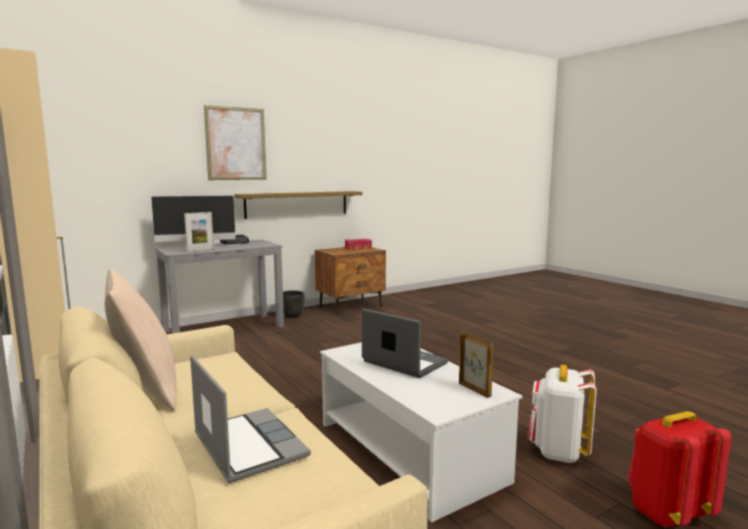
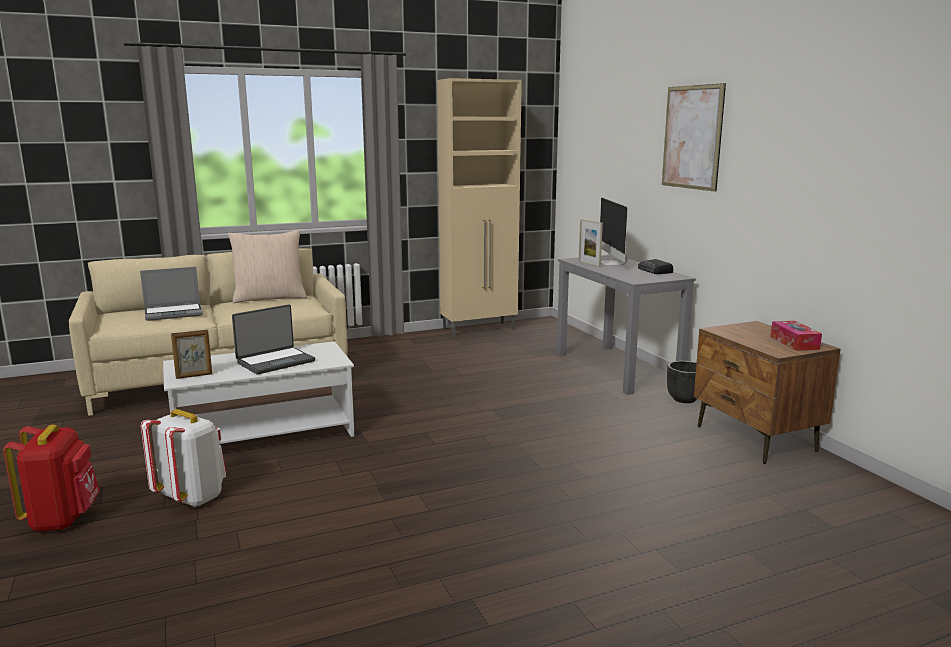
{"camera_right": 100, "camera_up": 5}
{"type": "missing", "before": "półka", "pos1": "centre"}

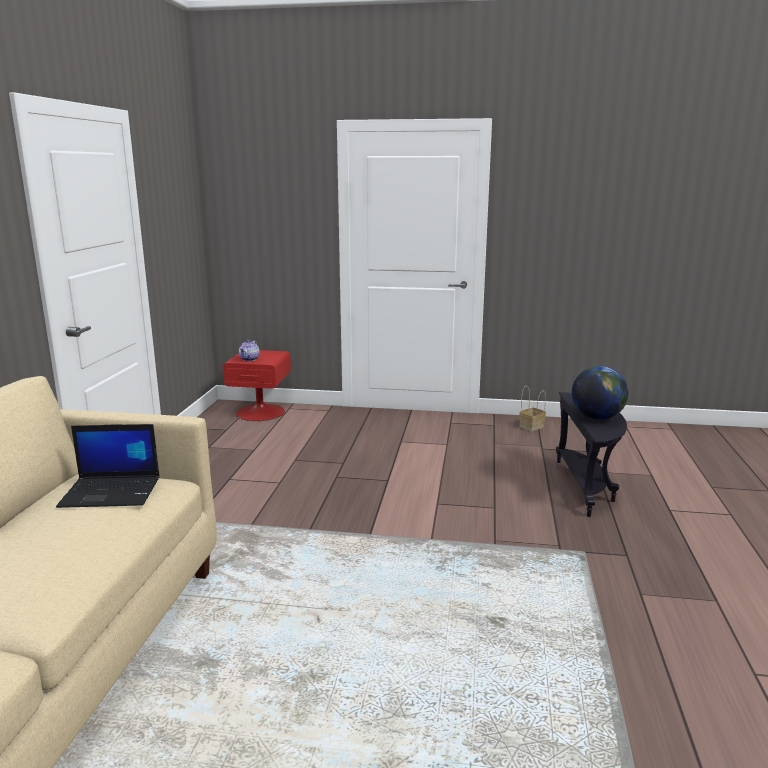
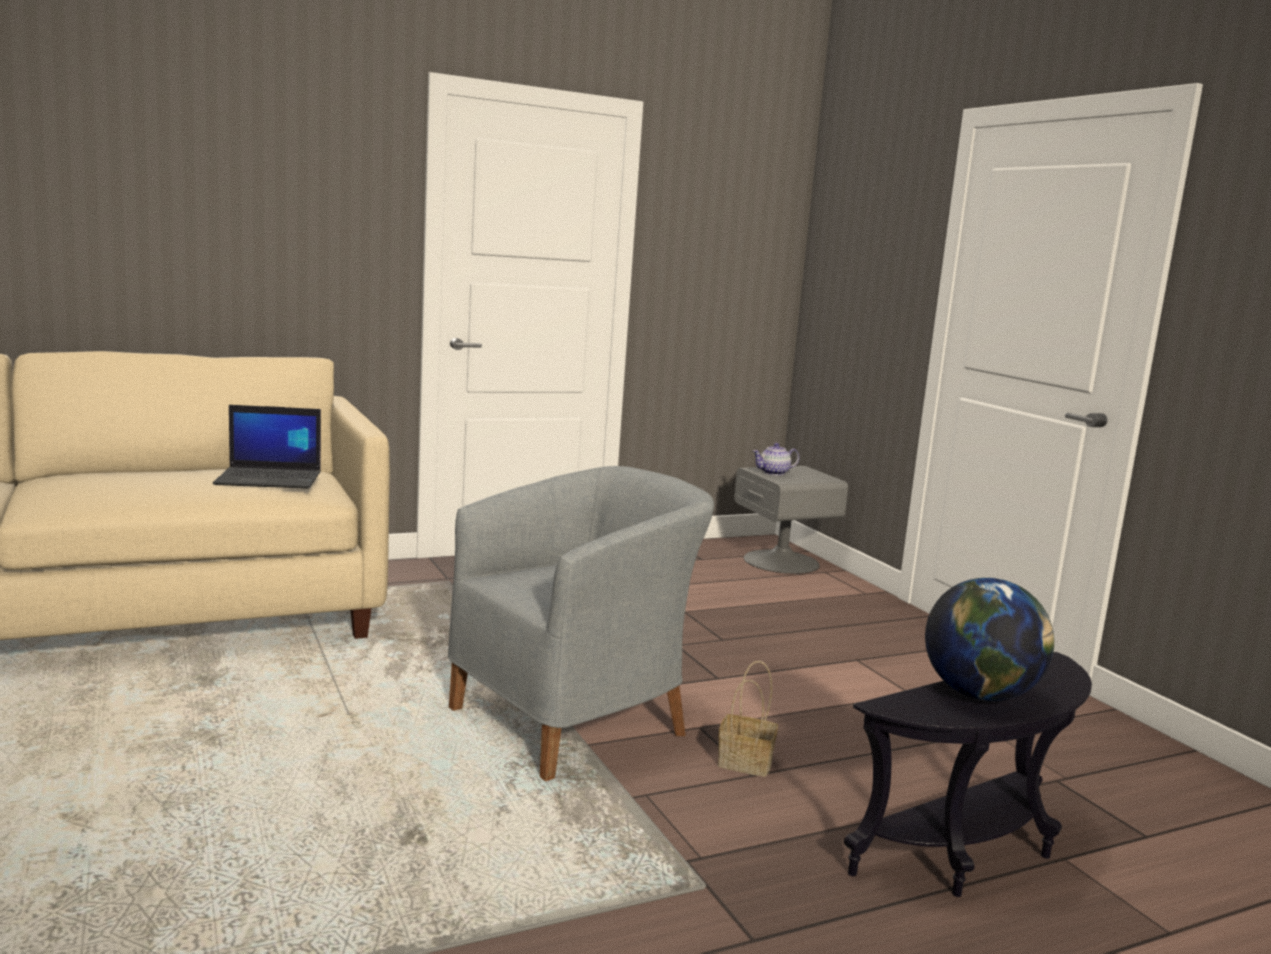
{"camera_right": 55, "camera_up": -5}
{"type": "colour", "before": "szafka nocna [czerwony]", "after": "szafka nocna [szary]", "pos1": "centre", "pos2": "centre"}
{"type": "relocated", "before": "koszyk", "pos1": "middle right", "pos2": "bottom centre"}
{"type": "spun", "before": "laptop", "pos1": "middle left", "pos2": "middle left", "turn": -60}
{"type": "appeared", "after": "fotel [szary]", "pos2": "centre"}

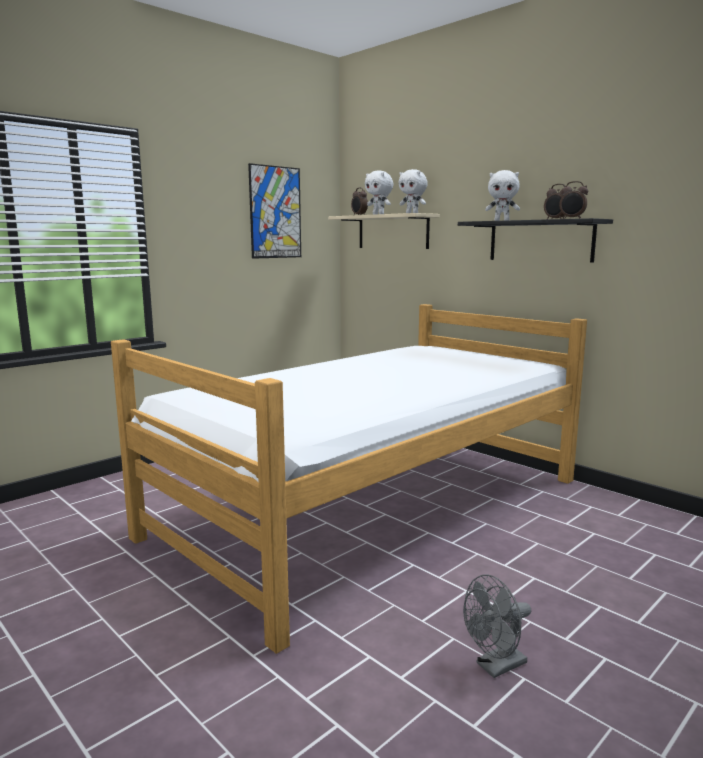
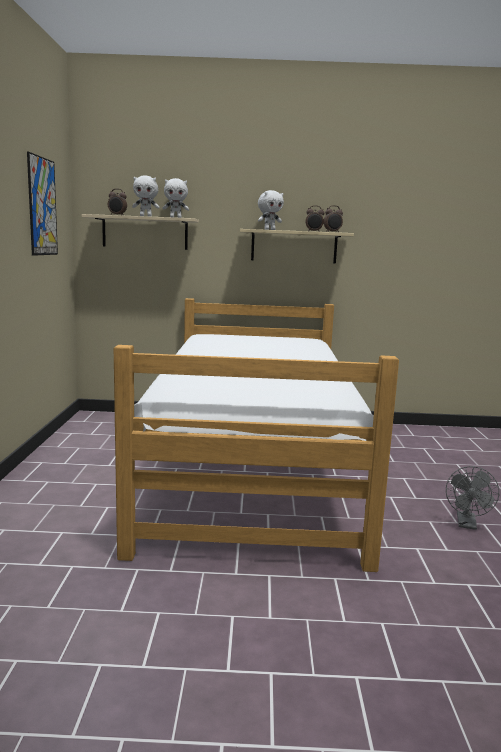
{"camera_right": -45, "camera_up": 0}
{"type": "colour", "before": "półka [czarny]", "after": "półka [beżowy] (no. 2 from left)", "pos1": "top right", "pos2": "top centre"}

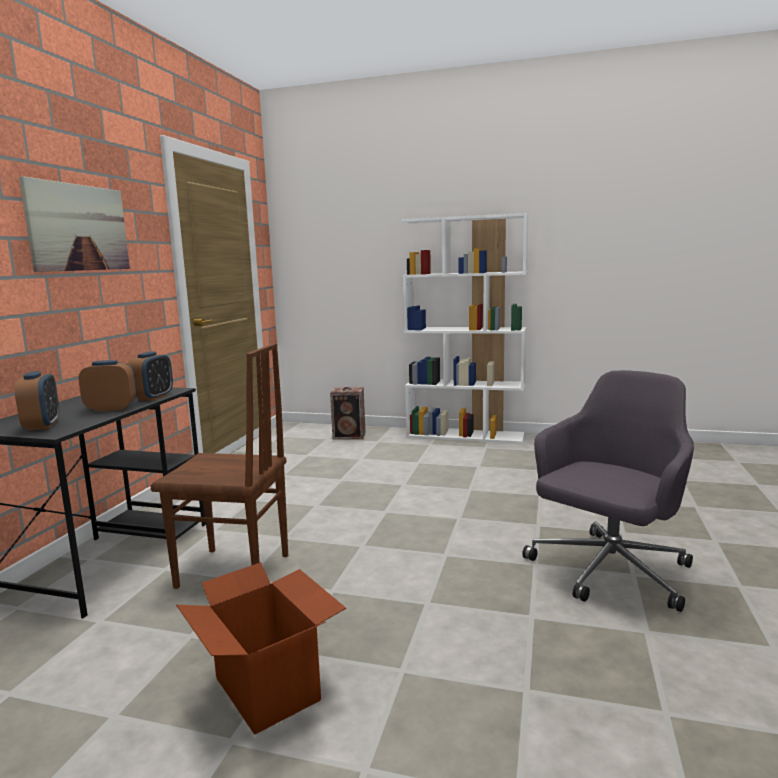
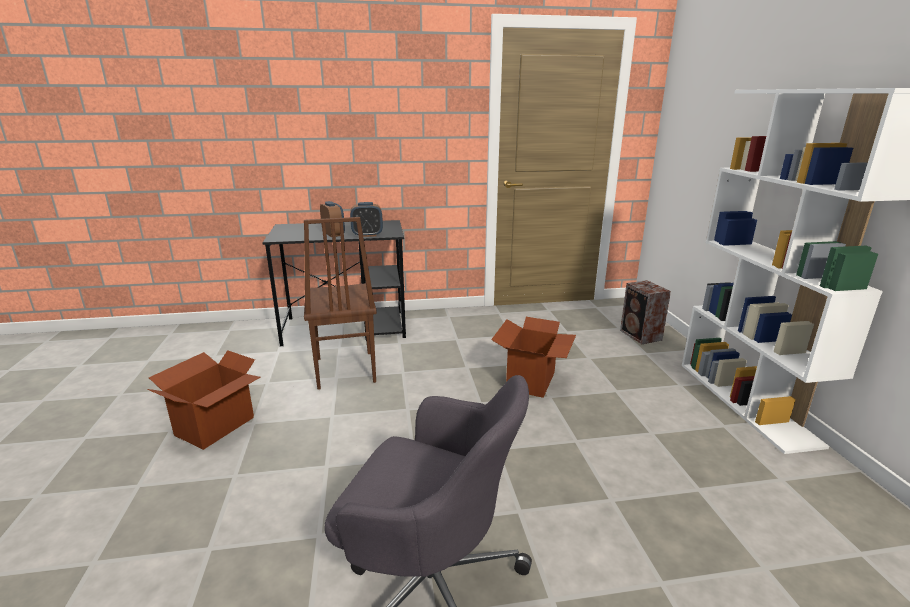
{"camera_right": 65, "camera_up": 10}
{"type": "missing", "before": "obraz", "pos1": "top left"}
{"type": "missing", "before": "budzik (no. 1 from left)", "pos1": "middle left"}
{"type": "appeared", "after": "karton (no. 2 from left)", "pos2": "centre"}

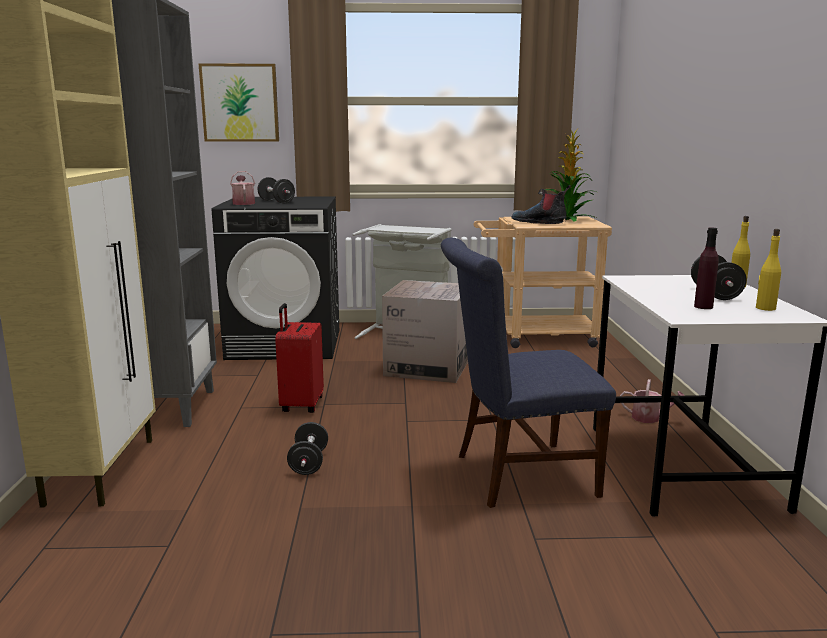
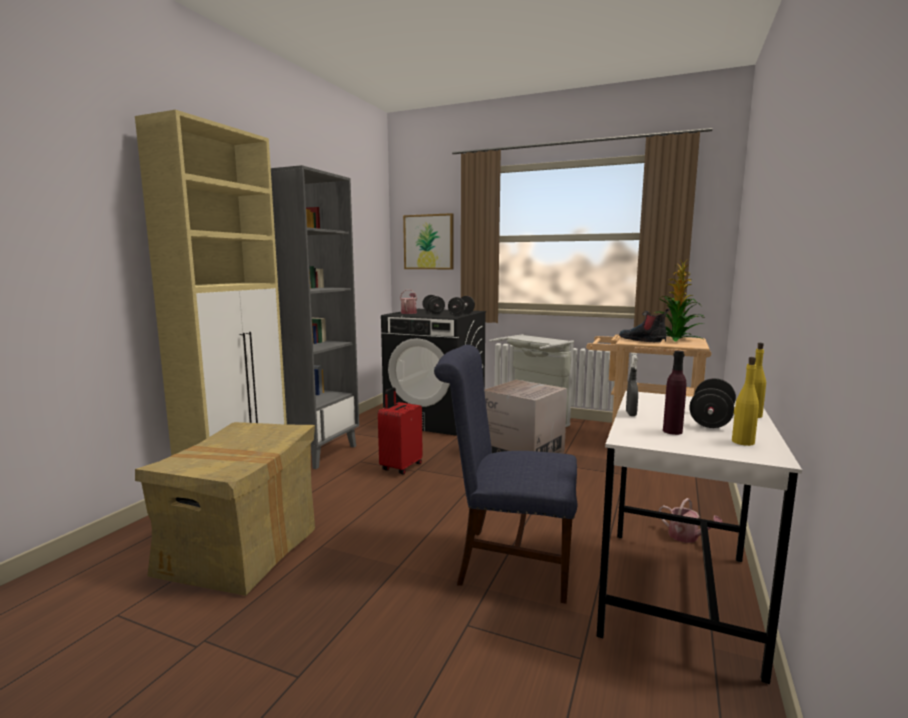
{"camera_right": 25, "camera_up": -5}
{"type": "relocated", "before": "hantel [czarny] (no. 2 from left)", "pos1": "bottom centre", "pos2": "centre"}
{"type": "appeared", "after": "spryskiwacz [szary]", "pos2": "middle right"}
{"type": "appeared", "after": "karton (no. 1 from left)", "pos2": "bottom left"}

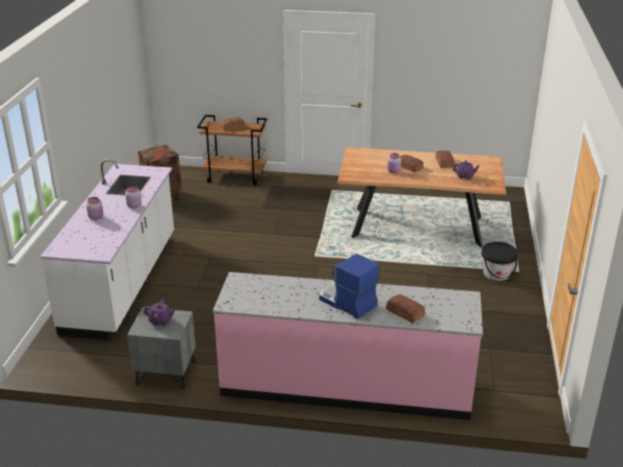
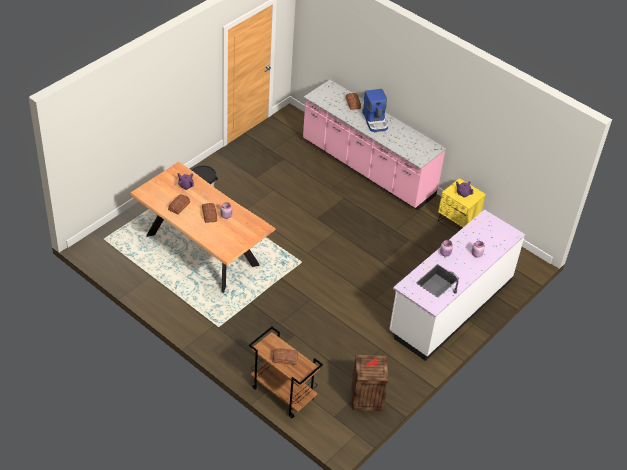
{"camera_right": -150, "camera_up": 15}
{"type": "colour", "before": "szafka nocna [szary]", "after": "szafka nocna [żółty]", "pos1": "bottom left", "pos2": "middle right"}

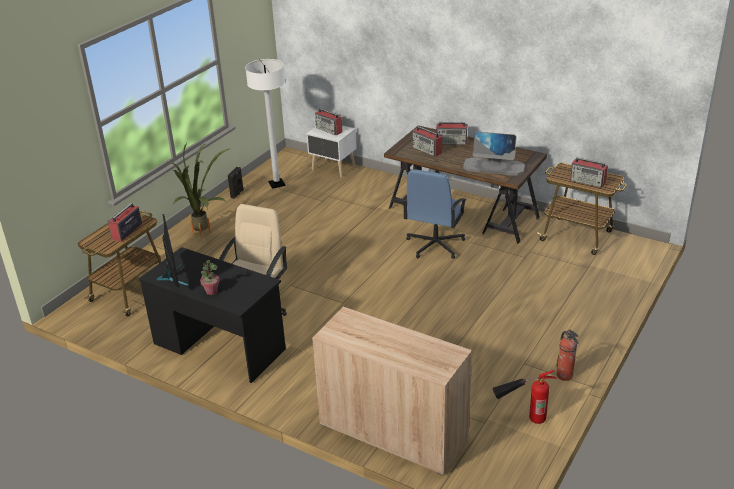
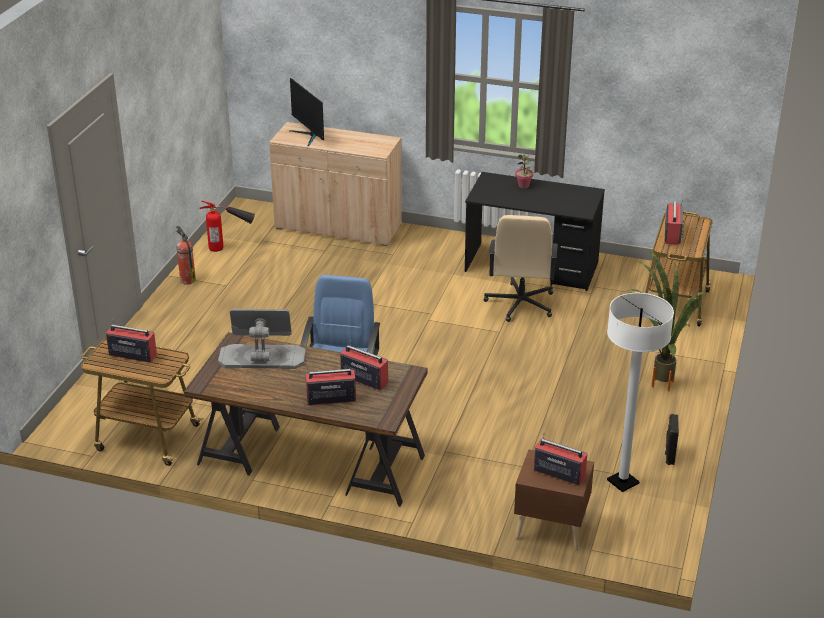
{"camera_right": 165, "camera_up": 0}
{"type": "colour", "before": "szafka nocna [biały]", "after": "szafka nocna [brązowy]", "pos1": "top centre", "pos2": "bottom right"}
{"type": "relocated", "before": "monitor (no. 1 from left in the first image)", "after": "monitor (no. 2 from left)", "pos1": "middle left", "pos2": "top centre"}

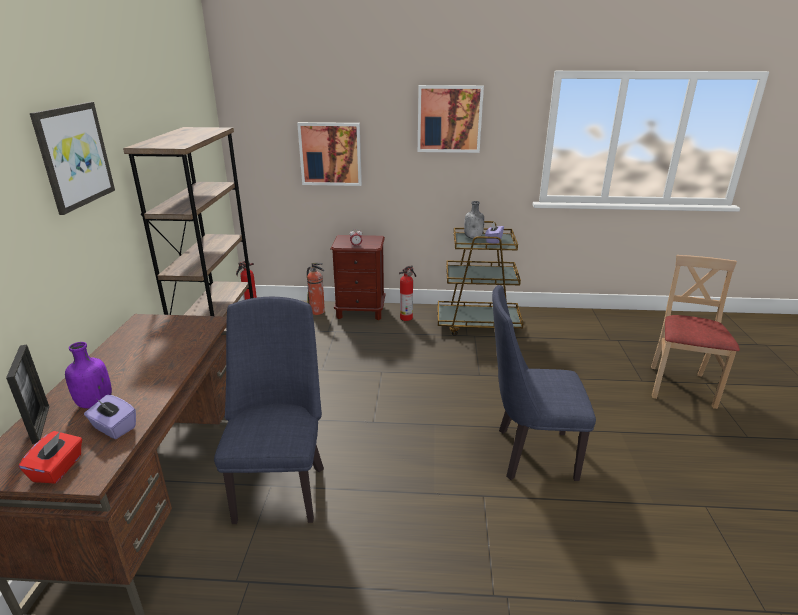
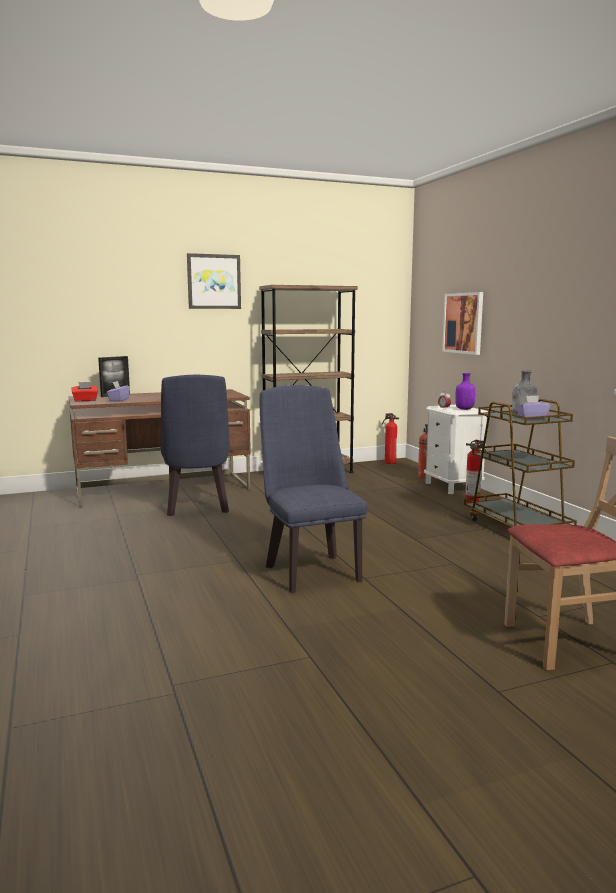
{"camera_right": 65, "camera_up": -15}
{"type": "missing", "before": "obraz (no. 3 from left)", "pos1": "top centre"}
{"type": "colour", "before": "szafka nocna [brązowy]", "after": "szafka nocna [biały]", "pos1": "centre", "pos2": "middle right"}
{"type": "spun", "before": "krzesło [niebieski] (no. 1 from left)", "pos1": "bottom centre", "pos2": "middle left", "turn": 105}
{"type": "relocated", "before": "butelka [fioletowy]", "pos1": "middle left", "pos2": "middle right"}

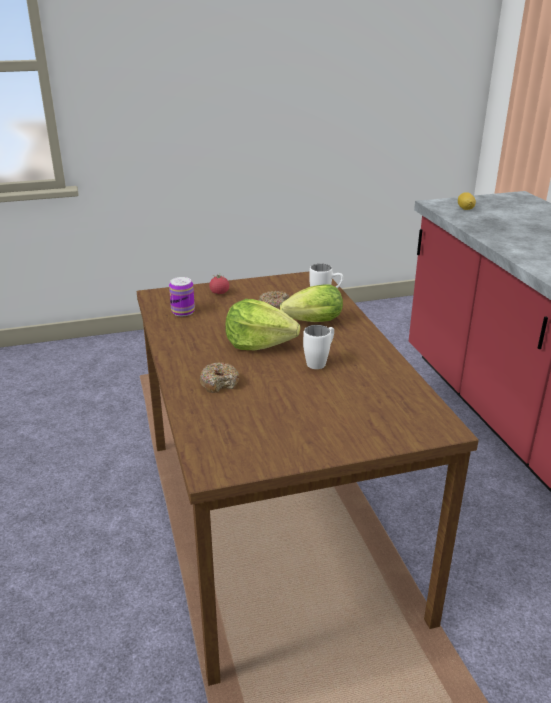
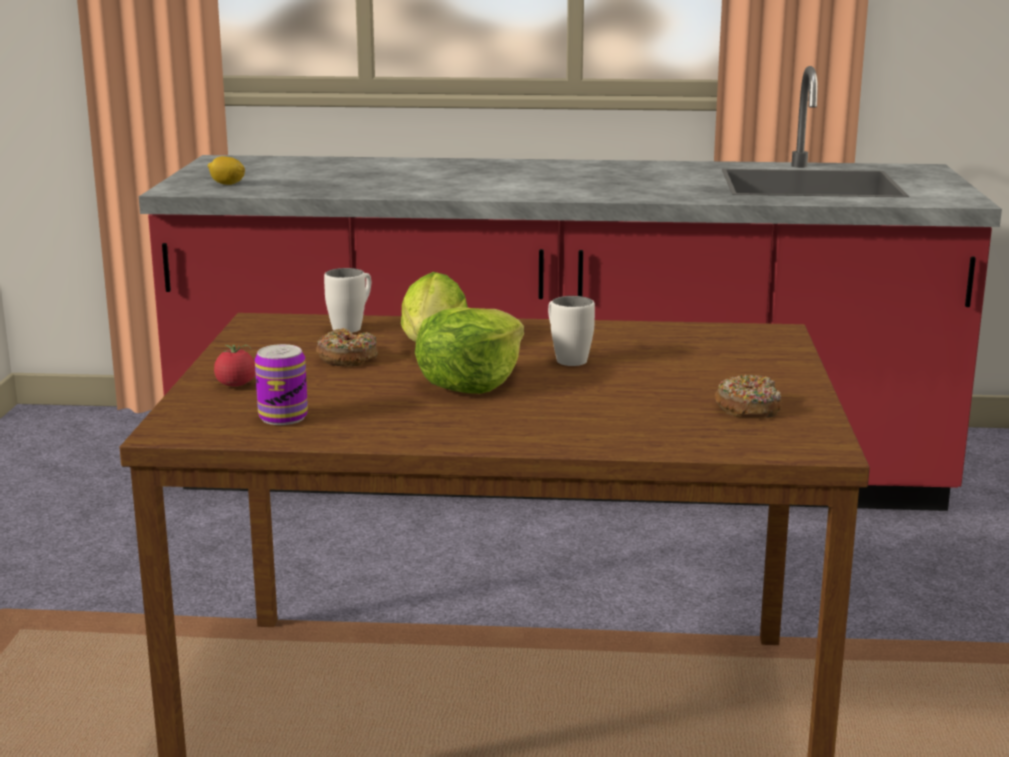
{"camera_right": -70, "camera_up": -10}
{"type": "relocated", "before": "donut (no. 1 from left in the first image)", "after": "donut (no. 2 from left)", "pos1": "centre", "pos2": "middle right"}

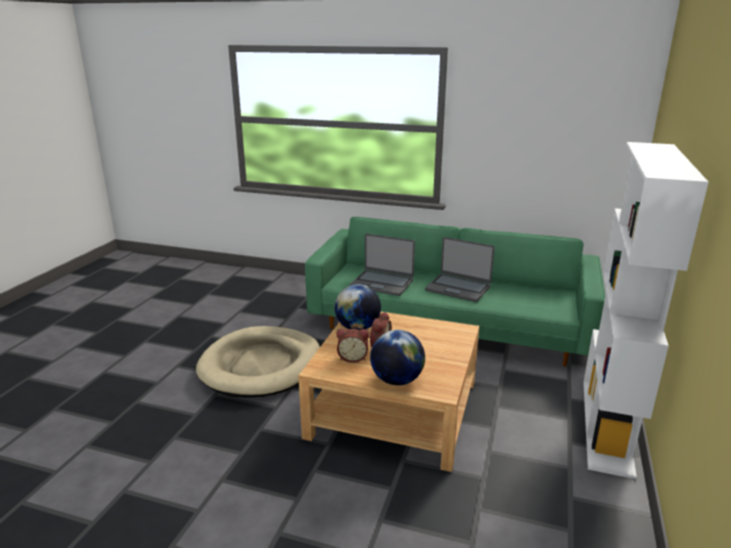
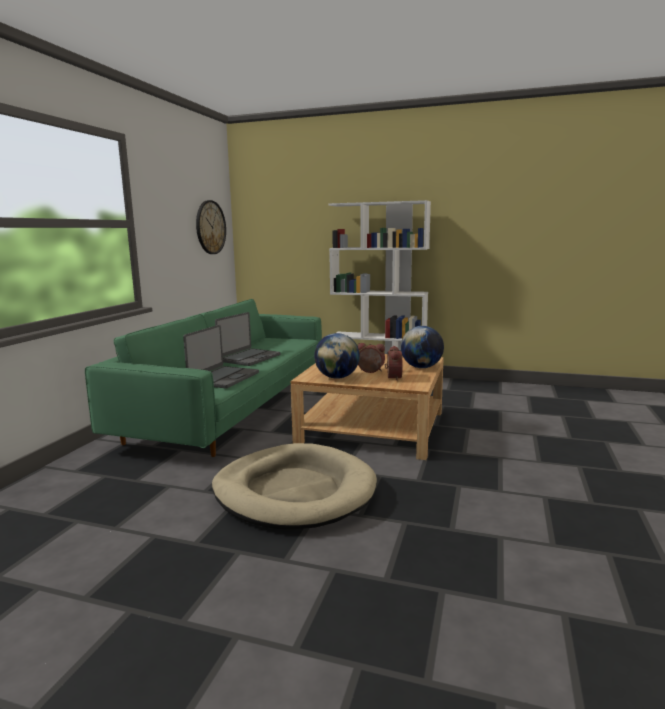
{"camera_right": -90, "camera_up": -10}
{"type": "appeared", "after": "zegar ścienny", "pos2": "top left"}

